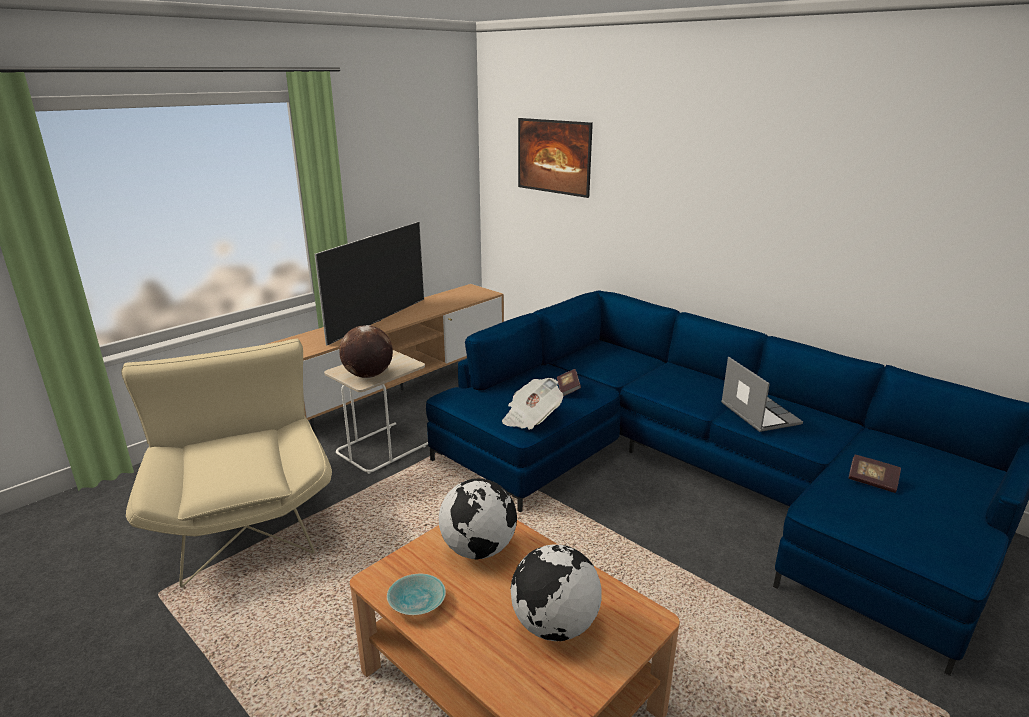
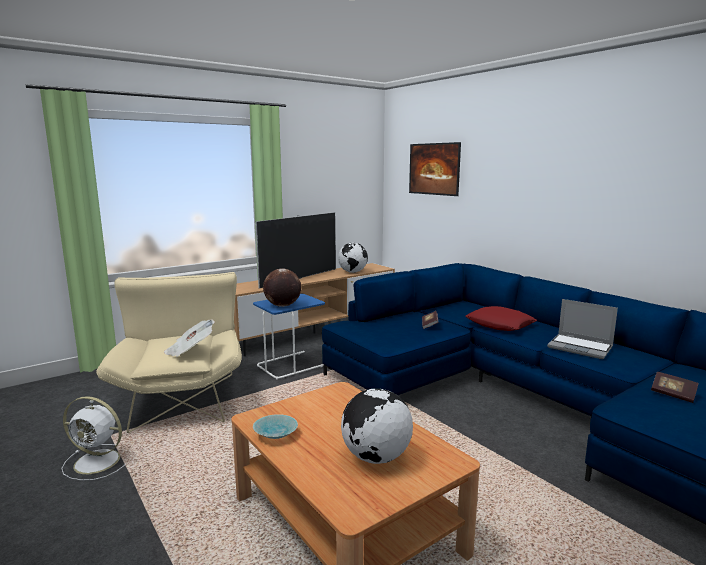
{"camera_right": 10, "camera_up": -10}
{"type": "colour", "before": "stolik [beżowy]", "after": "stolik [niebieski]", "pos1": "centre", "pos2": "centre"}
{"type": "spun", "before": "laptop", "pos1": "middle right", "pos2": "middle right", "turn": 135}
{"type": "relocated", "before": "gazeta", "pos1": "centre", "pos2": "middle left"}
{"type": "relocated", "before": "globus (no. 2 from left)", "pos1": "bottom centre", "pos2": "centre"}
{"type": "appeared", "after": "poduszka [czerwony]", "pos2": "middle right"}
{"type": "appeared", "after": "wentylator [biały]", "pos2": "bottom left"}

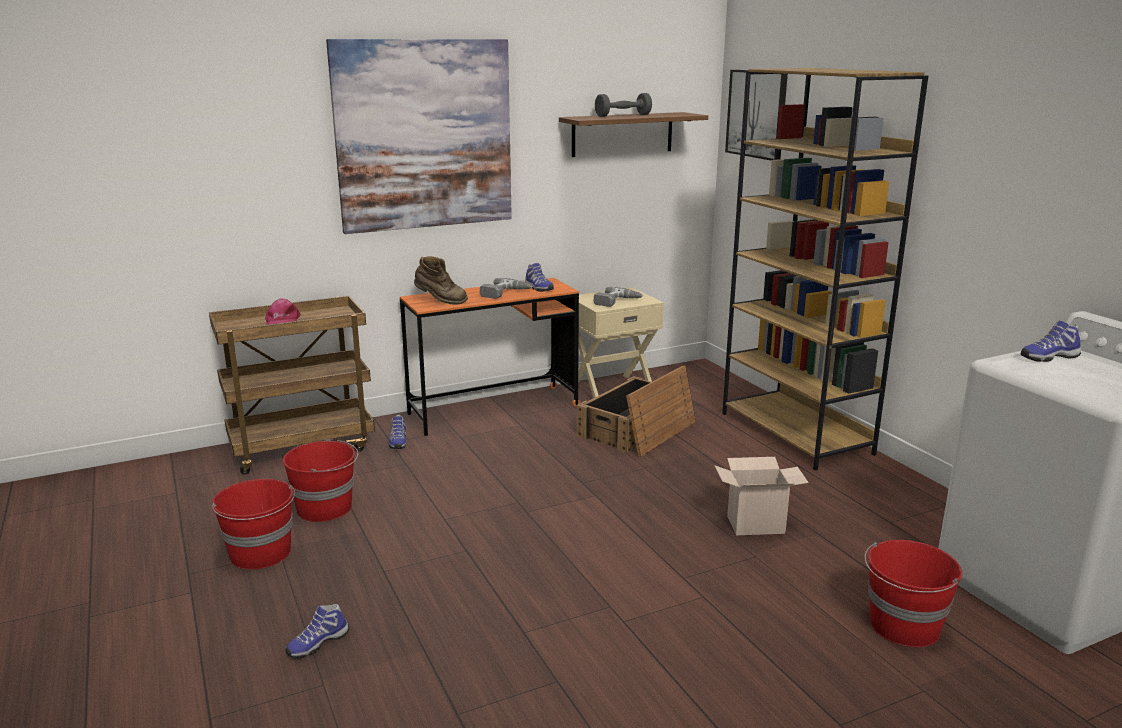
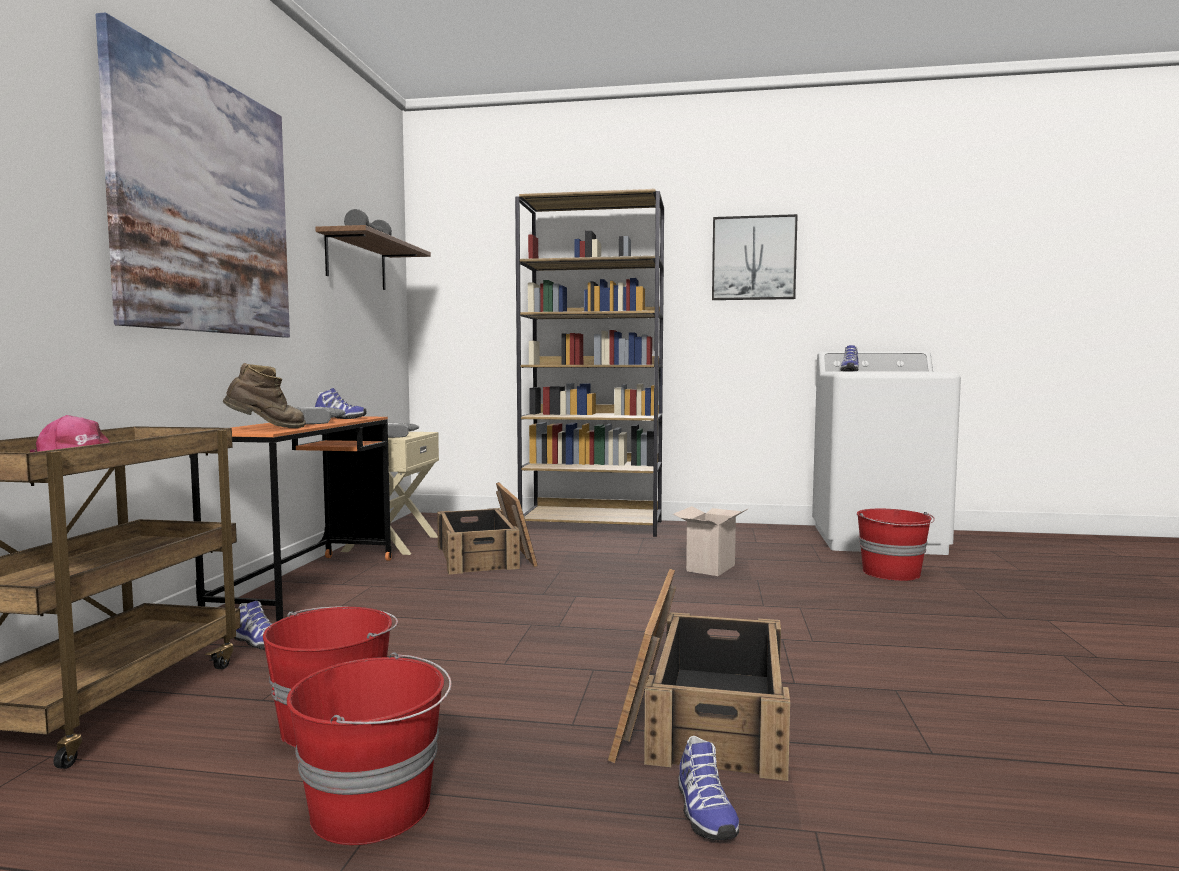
{"camera_right": -55, "camera_up": -15}
{"type": "relocated", "before": "obraz (no. 2 from left)", "pos1": "top right", "pos2": "top centre"}
{"type": "appeared", "after": "skrzynka (no. 2 from left)", "pos2": "bottom centre"}

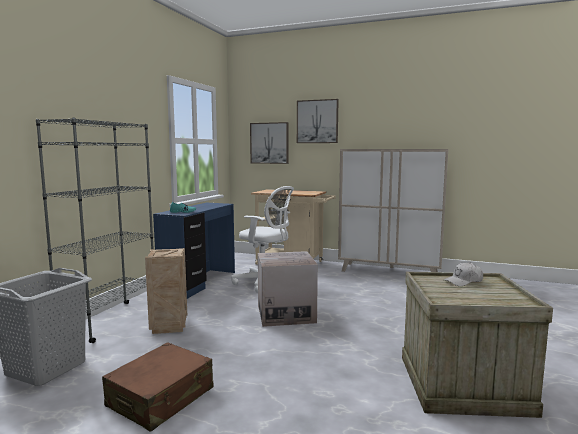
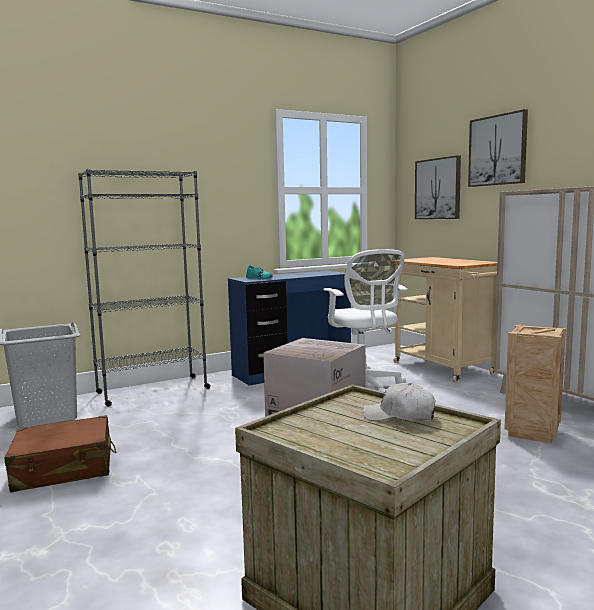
{"camera_right": 40, "camera_up": 0}
{"type": "relocated", "before": "skrzynka (no. 1 from left in the first image)", "after": "skrzynka (no. 2 from left)", "pos1": "bottom left", "pos2": "middle right"}

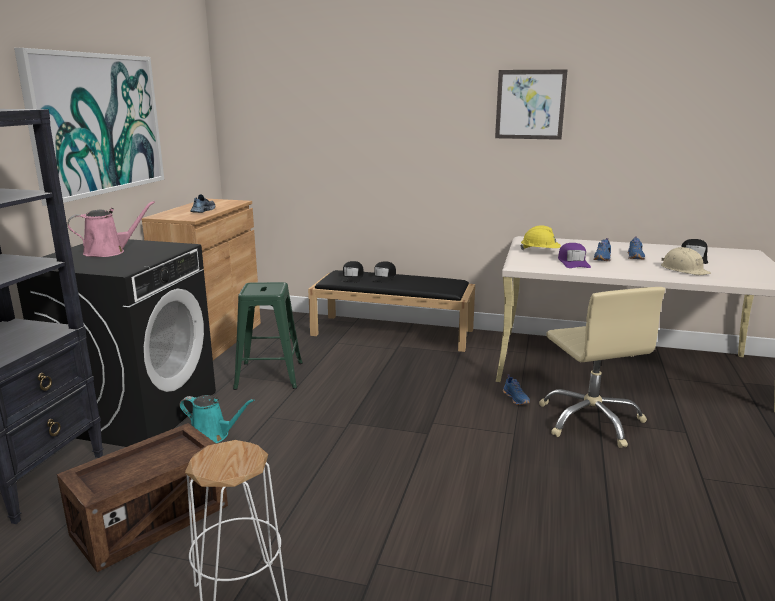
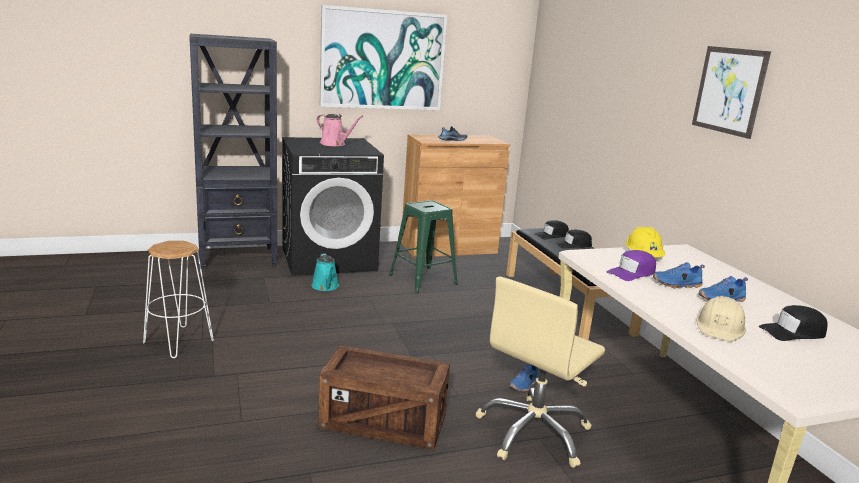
{"camera_right": 55, "camera_up": 0}
{"type": "relocated", "before": "skrzynka", "pos1": "bottom left", "pos2": "bottom centre"}

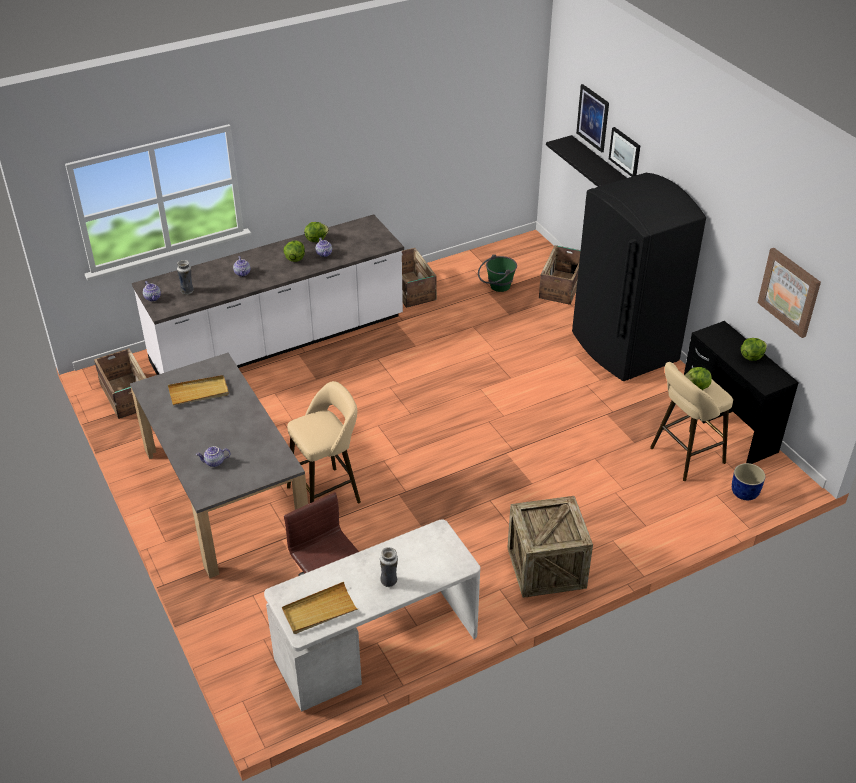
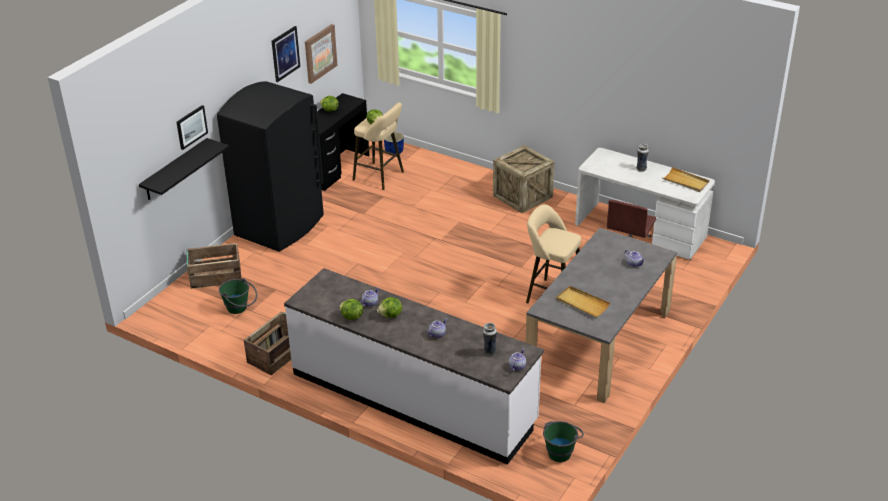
{"camera_right": -120, "camera_up": -5}
{"type": "relocated", "before": "obraz (no. 1 from left in the first image)", "after": "obraz (no. 2 from left)", "pos1": "top right", "pos2": "top left"}
{"type": "exchanged", "before": "skrzynka (no. 1 from left)", "after": "wiadro [zielony] (no. 2 from left)", "pos1": "middle left", "pos2": "bottom centre"}

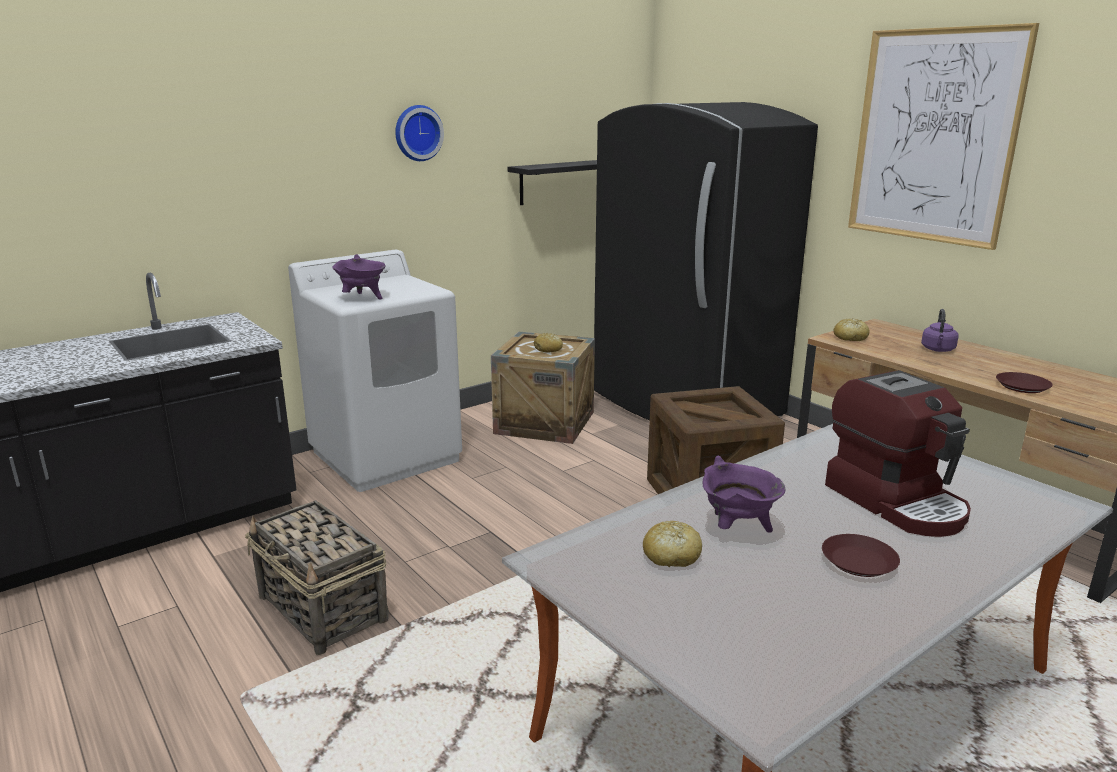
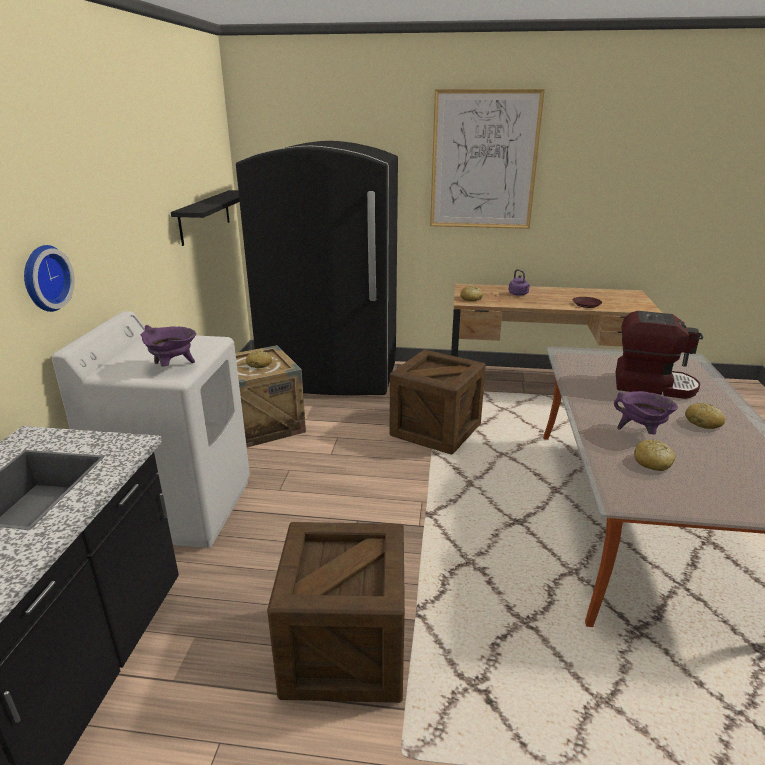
{"camera_right": -45, "camera_up": 5}
{"type": "relocated", "before": "zegar ścienny", "pos1": "top centre", "pos2": "middle left"}
{"type": "exchanged", "before": "koszyk", "after": "skrzynka (no. 2 from left)", "pos1": "bottom left", "pos2": "bottom centre"}
{"type": "exchanged", "before": "talerz [brązowy] (no. 1 from left)", "after": "chleb (no. 4 from left)", "pos1": "bottom right", "pos2": "middle right"}

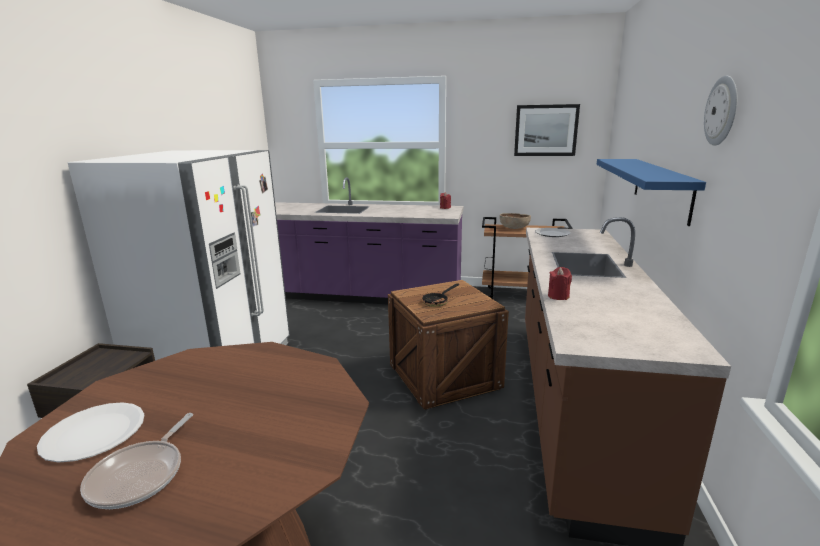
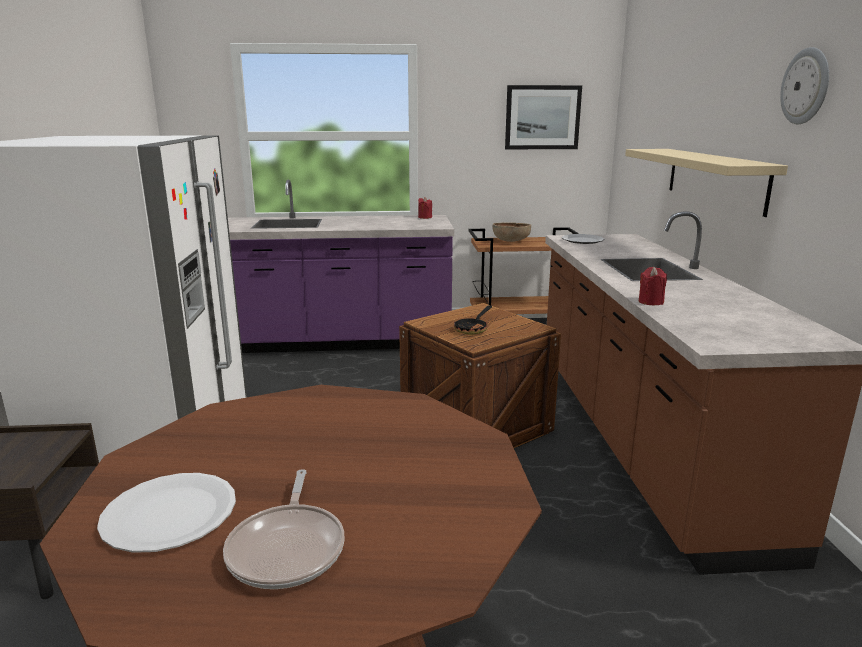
{"camera_right": -15, "camera_up": 0}
{"type": "colour", "before": "półka [niebieski]", "after": "półka [beżowy]", "pos1": "middle right", "pos2": "top right"}

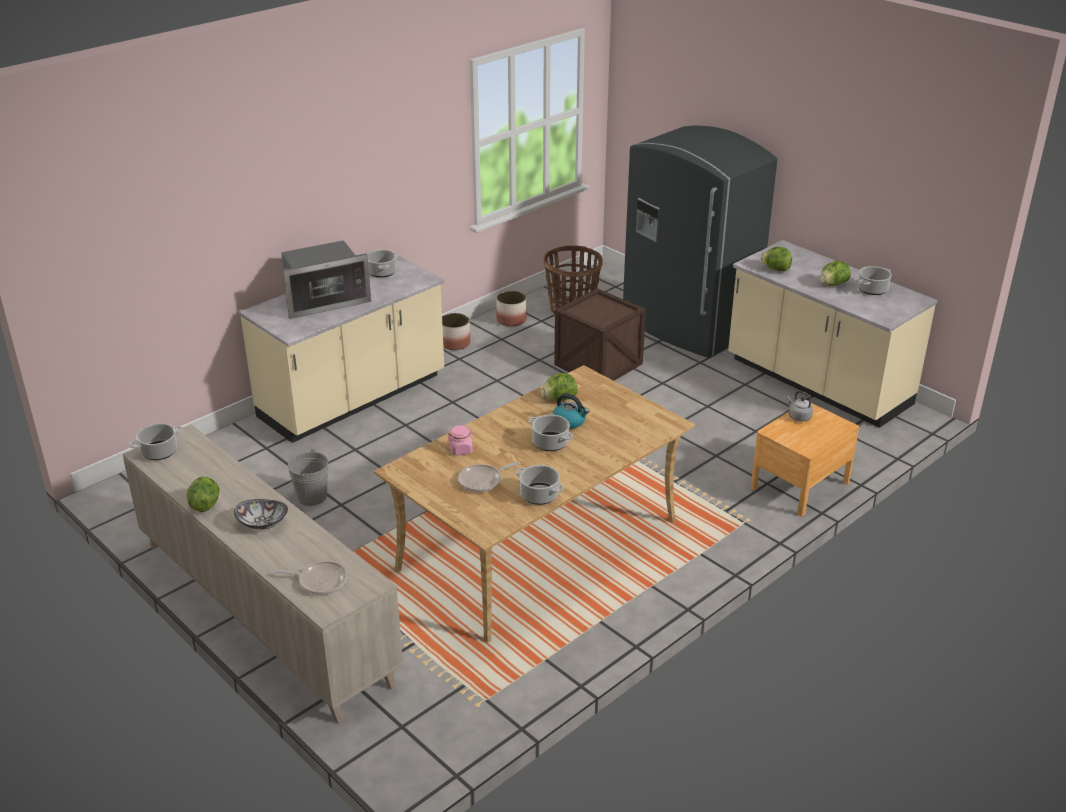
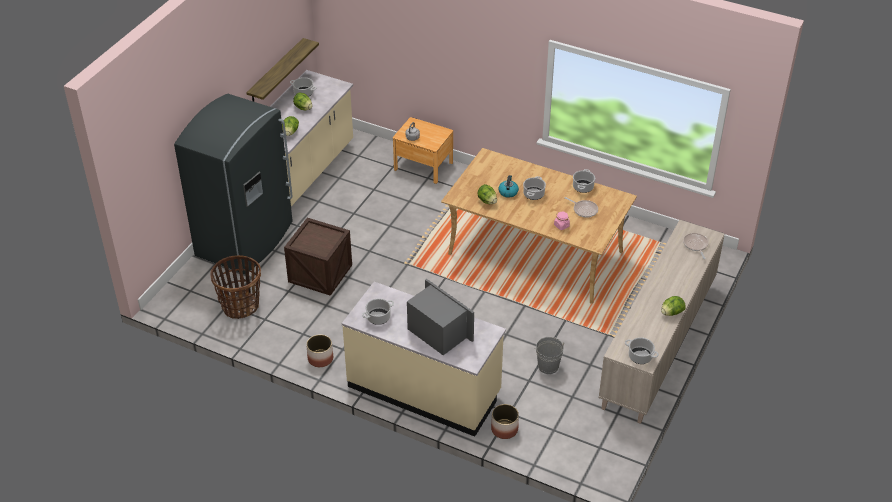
{"camera_right": -110, "camera_up": 10}
{"type": "relocated", "before": "donica (no. 2 from left)", "pos1": "centre", "pos2": "bottom centre"}
{"type": "missing", "before": "miska", "pos1": "middle left"}
{"type": "appeared", "after": "półka", "pos2": "top left"}

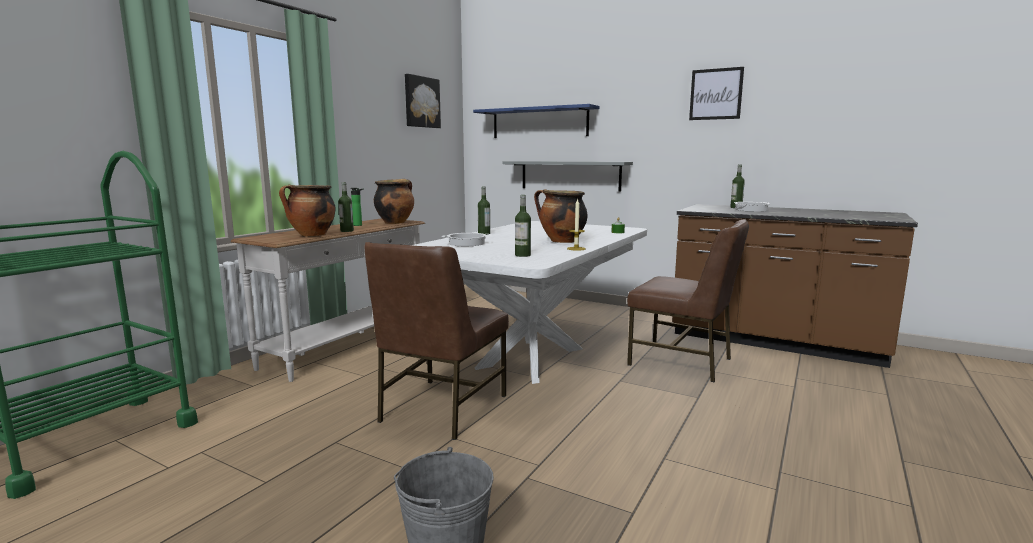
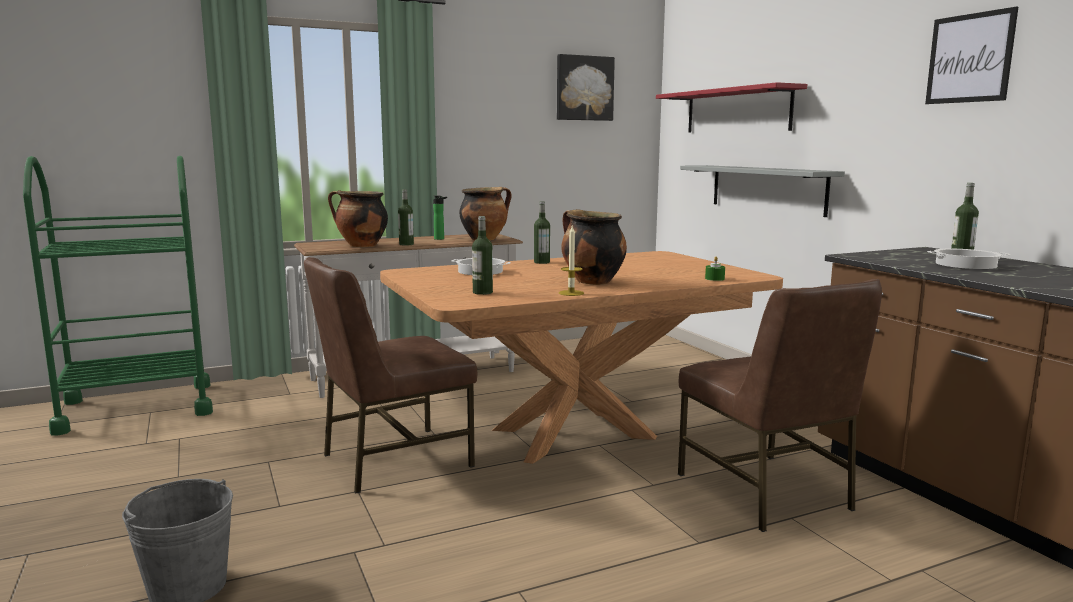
{"camera_right": 35, "camera_up": 0}
{"type": "colour", "before": "półka [niebieski]", "after": "półka [czerwony]", "pos1": "top centre", "pos2": "top right"}
{"type": "colour", "before": "stół jadalny [biały]", "after": "stół jadalny [brązowy]", "pos1": "centre", "pos2": "centre"}

